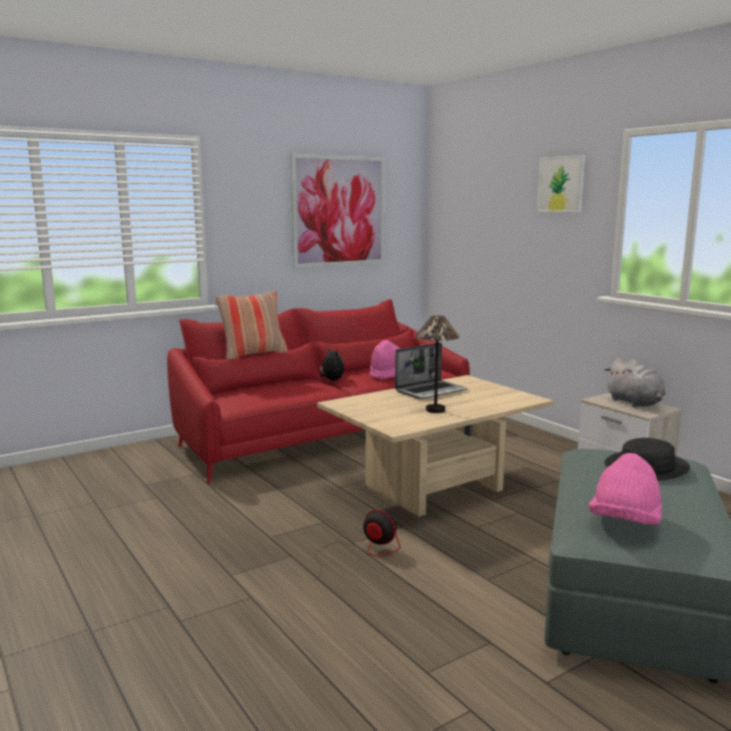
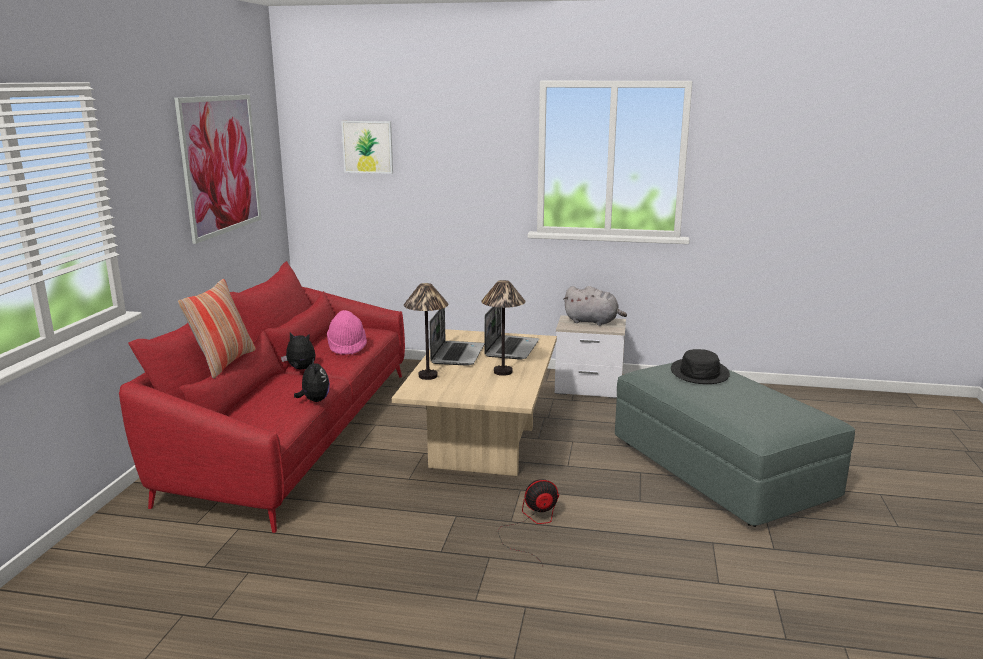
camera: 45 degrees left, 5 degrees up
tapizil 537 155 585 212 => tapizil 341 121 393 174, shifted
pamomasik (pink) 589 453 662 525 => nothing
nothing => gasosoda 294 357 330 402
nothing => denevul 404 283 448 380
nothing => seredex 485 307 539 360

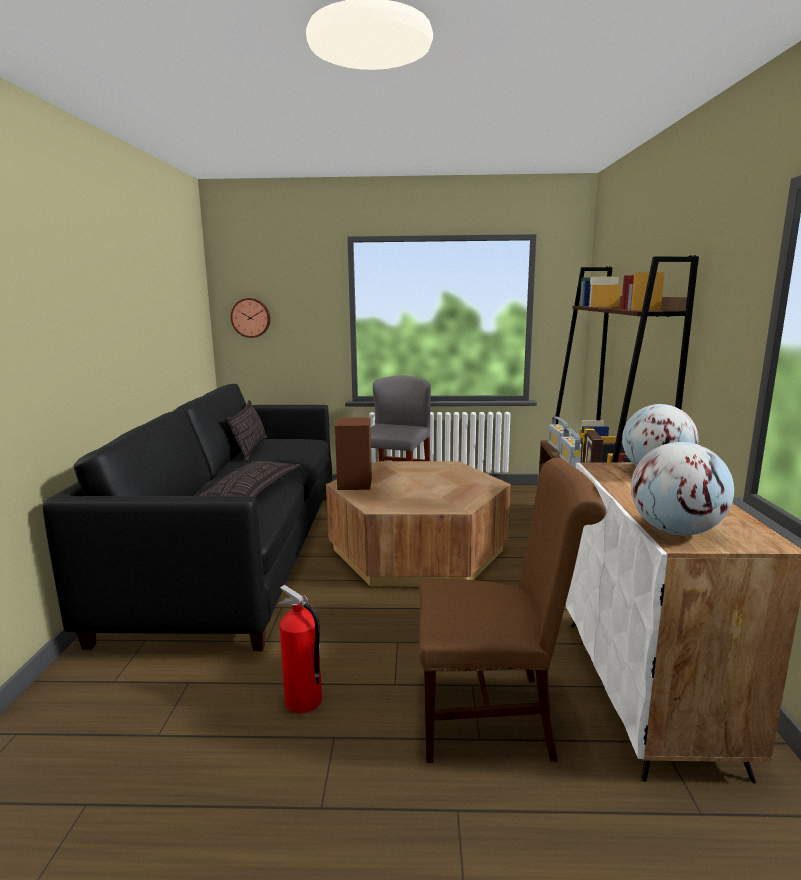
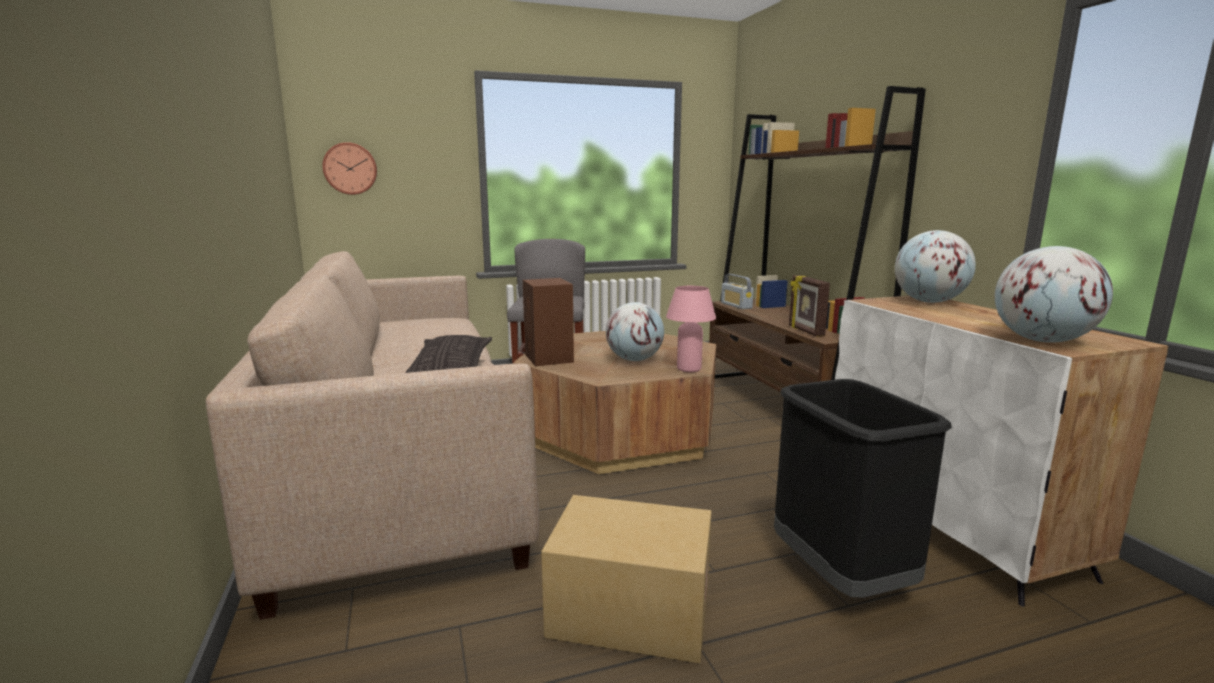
camera: 20 degrees left, 0 degrees up
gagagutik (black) 43 384 332 651 => gagagutik (beige) 206 251 539 620
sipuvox 226 400 267 462 => nothing
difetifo 279 585 322 713 => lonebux 541 495 712 663
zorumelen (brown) 419 458 606 763 => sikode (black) 774 379 952 598
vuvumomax 559 428 582 467 => nothing
nothing => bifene 606 302 664 361
nothing => denevul (pink) 666 286 716 372

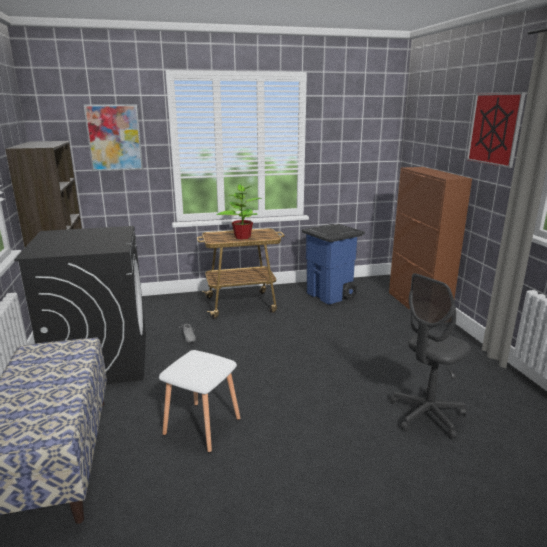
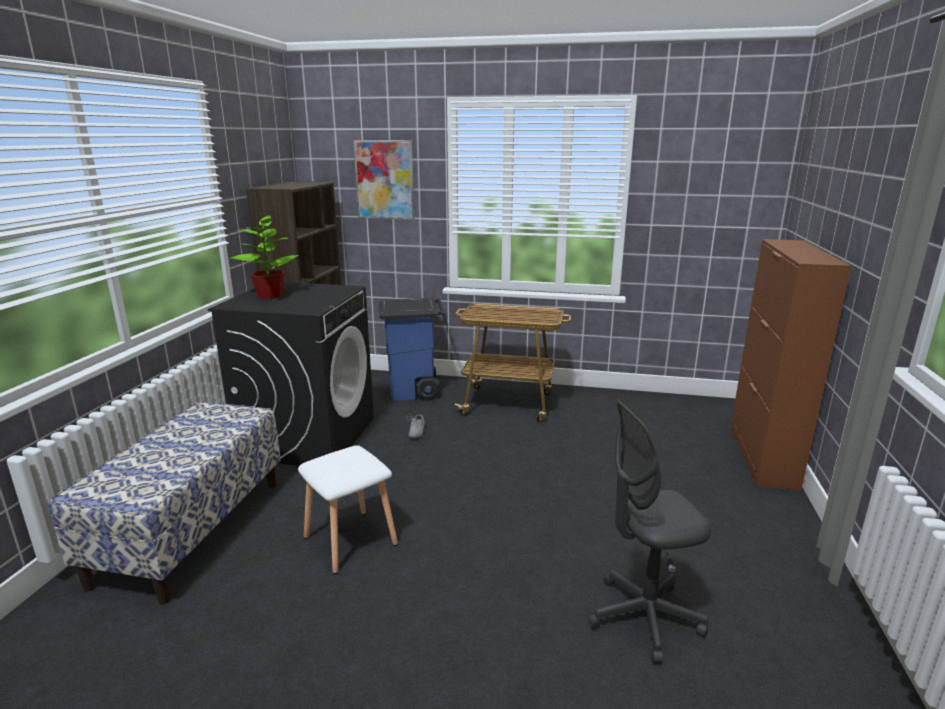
camera: 25 degrees right, 0 degrees up
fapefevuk 217 184 262 240 => fapefevuk 229 213 299 299, shifted
sikode (blue) 302 224 365 305 => sikode (blue) 379 298 445 401, shifted
tapizil 466 93 526 168 => nothing

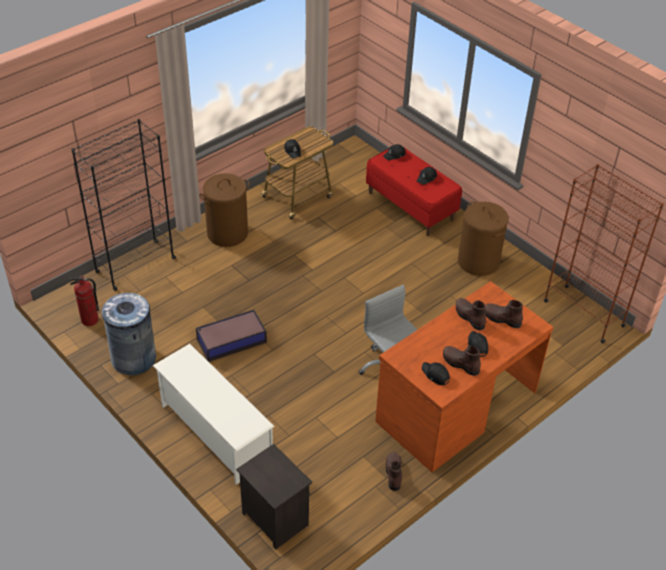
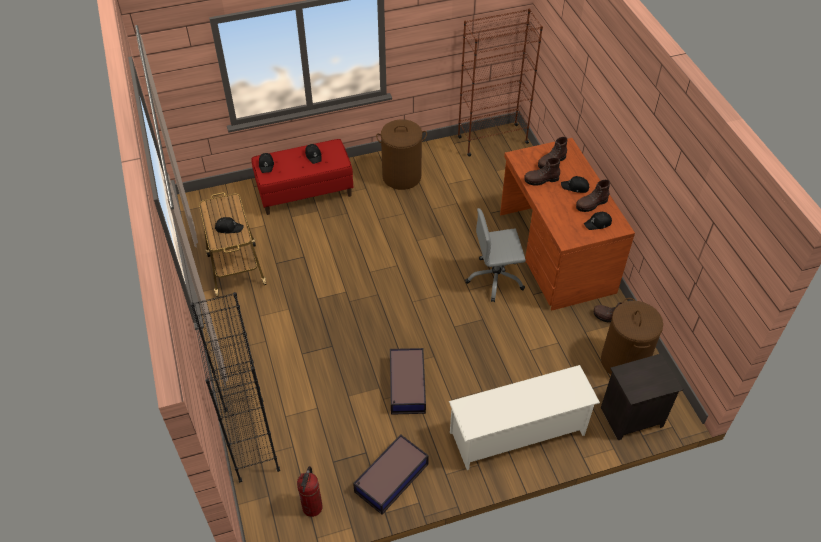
camera: 65 degrees left, 5 degrees up
sikode (grey) 102 293 156 375 => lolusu 353 434 429 514
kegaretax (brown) 199 173 250 247 => kegaretax (brown) 601 298 663 375, shifted

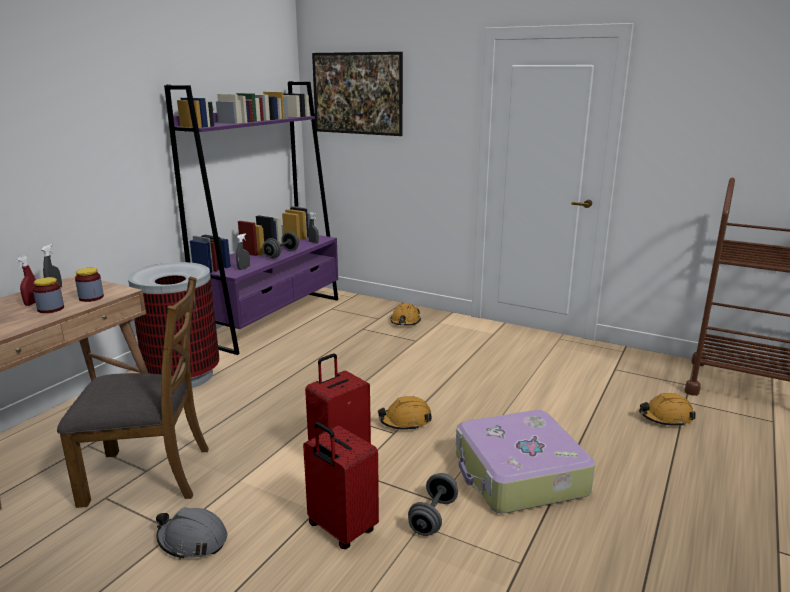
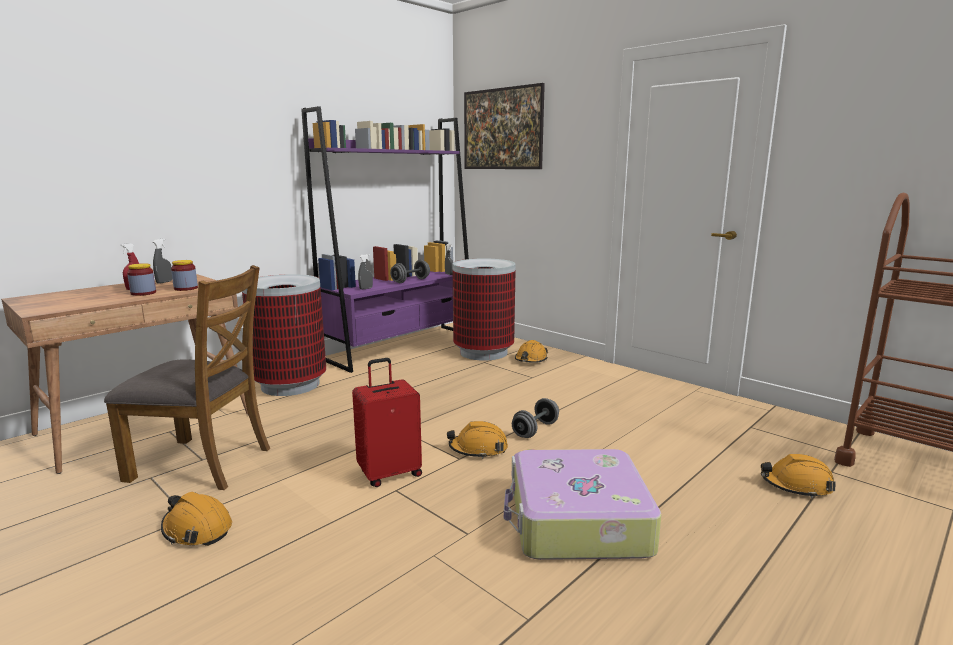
camera: 15 degrees right, 5 degrees down
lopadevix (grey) 156 507 227 560 => lopadevix (orange) 161 492 232 546
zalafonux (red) 303 422 379 549 => nothing
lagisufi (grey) 408 473 458 536 => lagisufi (grey) 512 398 559 438, shifted
nothing => sikode 453 258 516 361

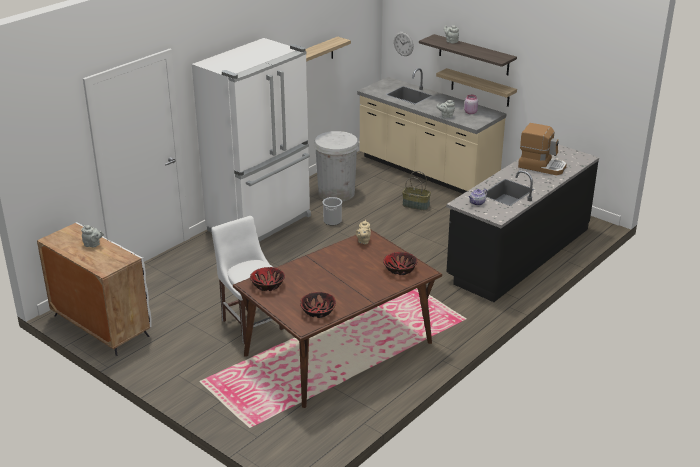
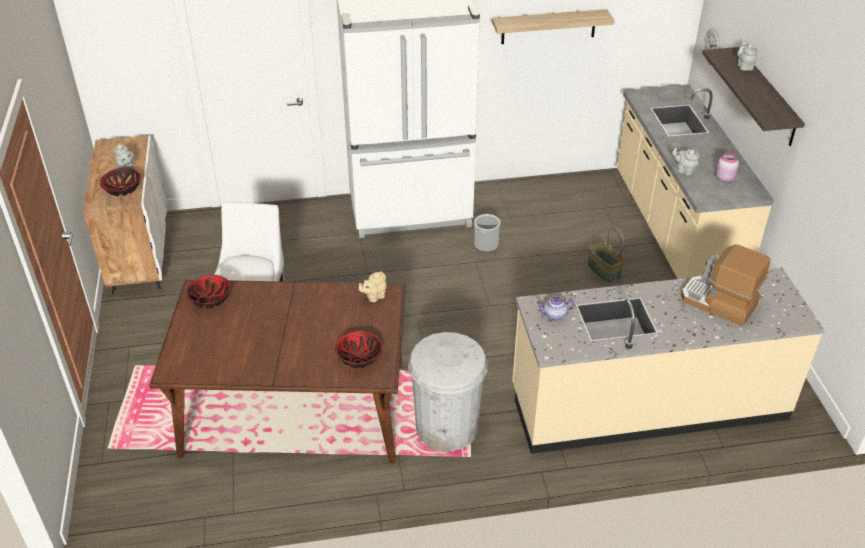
camera: 40 degrees right, 10 degrees up
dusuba 300 292 336 318 => dusuba 100 168 141 196, shifted
sikode (white) 314 131 359 202 => sikode (white) 408 332 488 451, shifted
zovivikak 436 68 517 107 => nothing
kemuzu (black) 446 144 599 302 => kemuzu (beige) 512 267 825 454
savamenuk 518 123 567 175 => savamenuk 681 244 770 326, 150 degrees clockwise

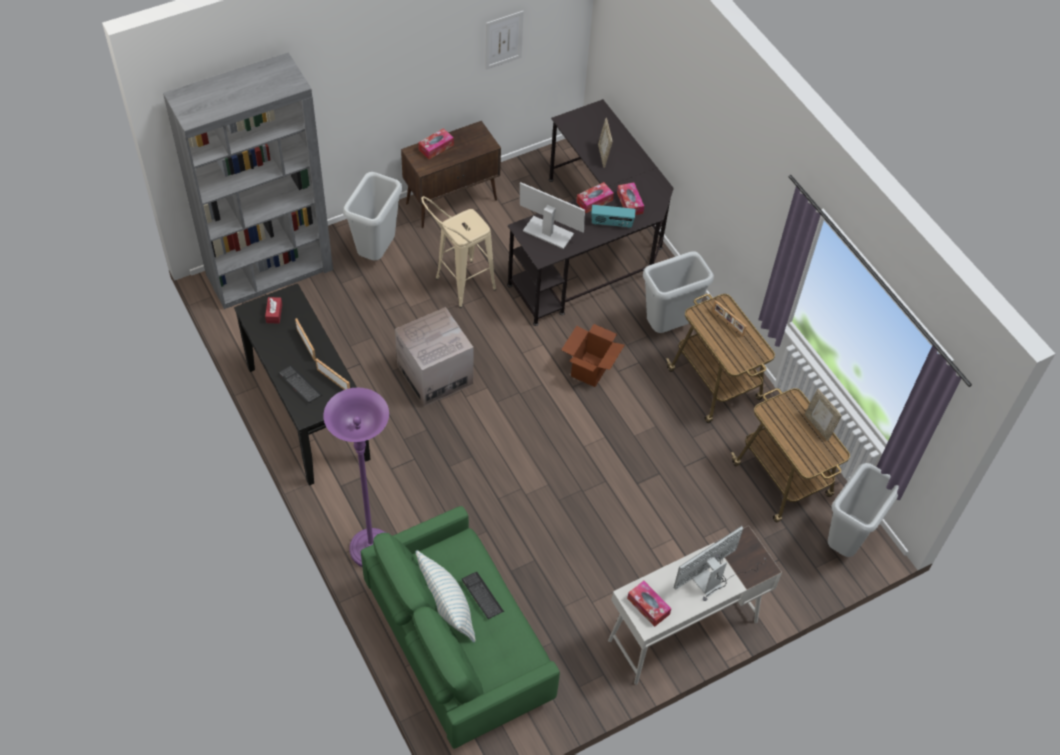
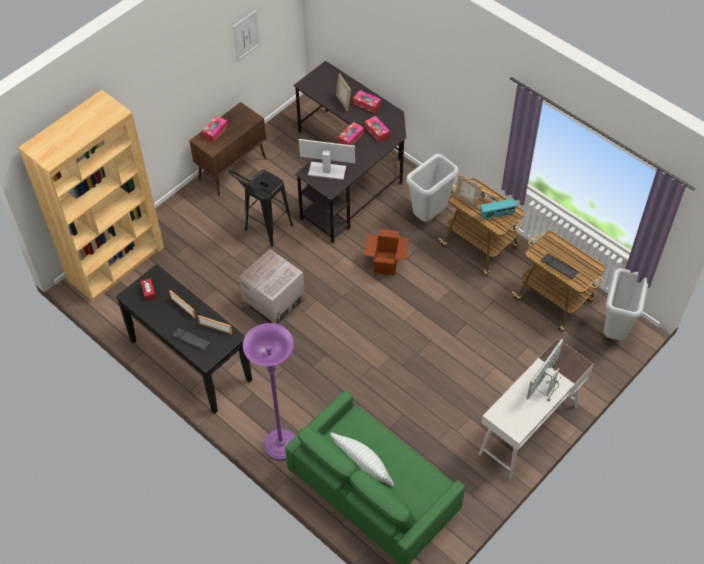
camera: 15 degrees left, 0 degrees up
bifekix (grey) 163 52 333 309 => bifekix (brown) 18 90 164 302
sikode (grey) 343 172 402 261 => nothing
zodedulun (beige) 421 196 496 308 => zodedulun (black) 229 170 293 247
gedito 462 572 504 619 => gedito 541 254 578 279, shifted
vuvumomax 591 205 636 228 => vuvumomax 480 199 516 219, shifted
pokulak 627 581 672 627 => pokulak 353 90 381 113, shifted
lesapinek 805 389 842 441 => lesapinek 455 173 482 208, shifted

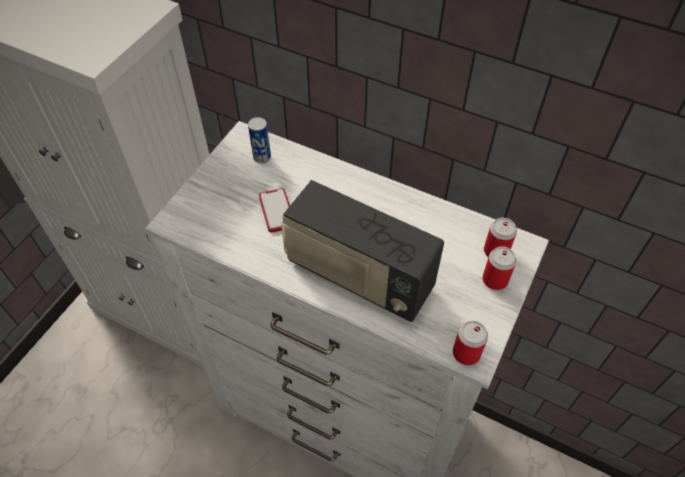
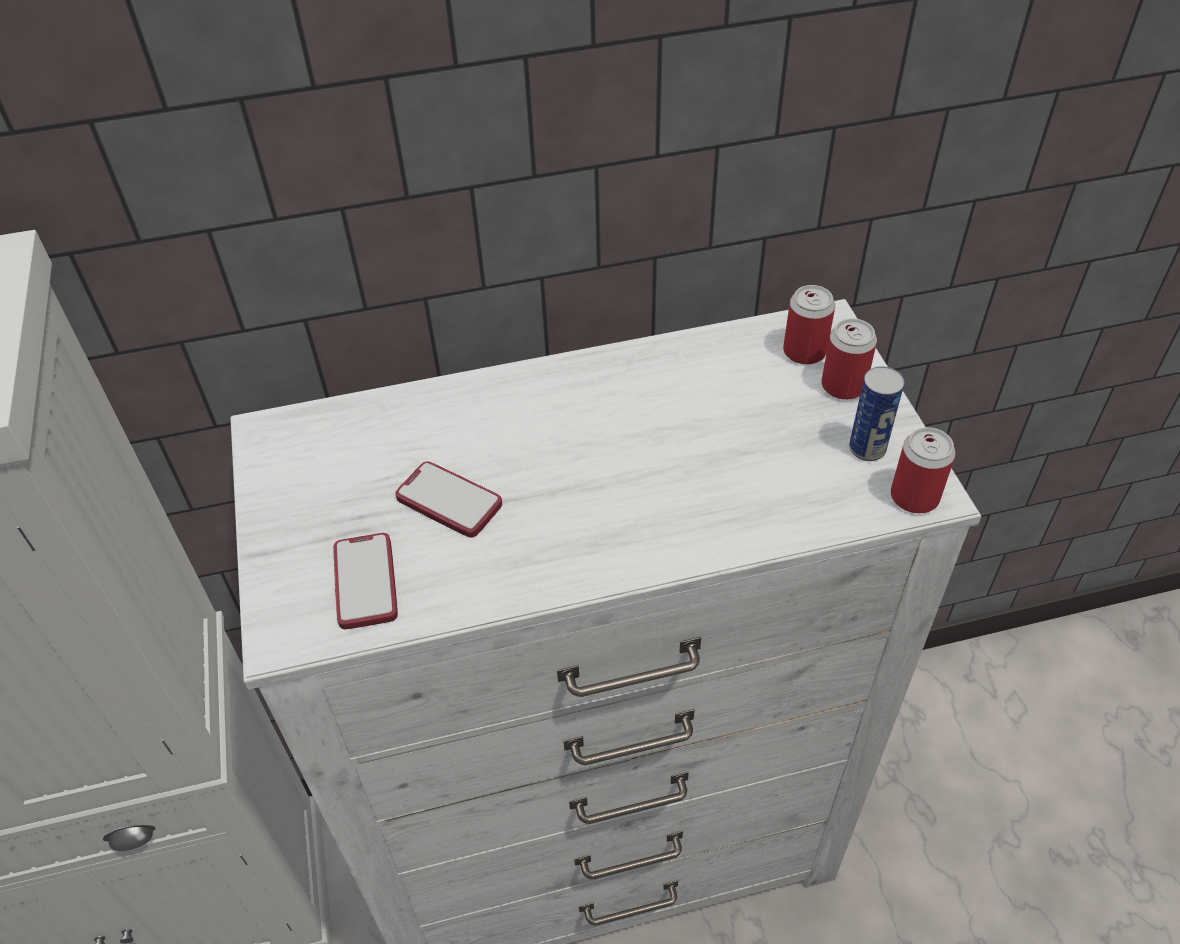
camera: 40 degrees left, 5 degrees down
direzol 248 117 271 163 => direzol 849 366 904 461, shifted
vuvumomax 281 180 444 322 => nothing
nothing => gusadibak 333 533 398 629

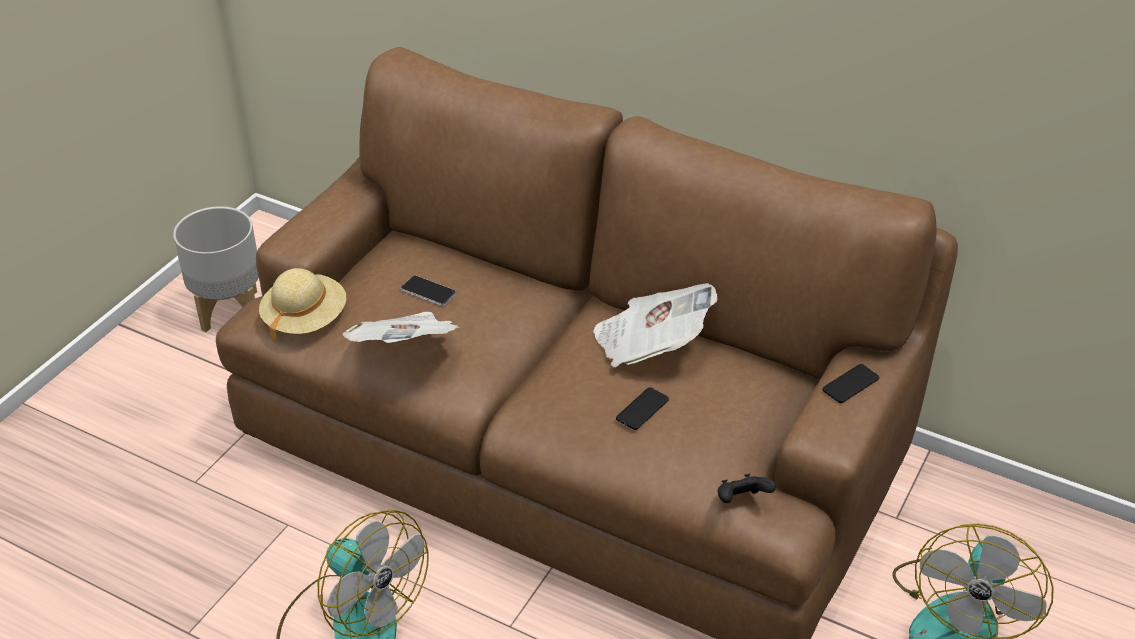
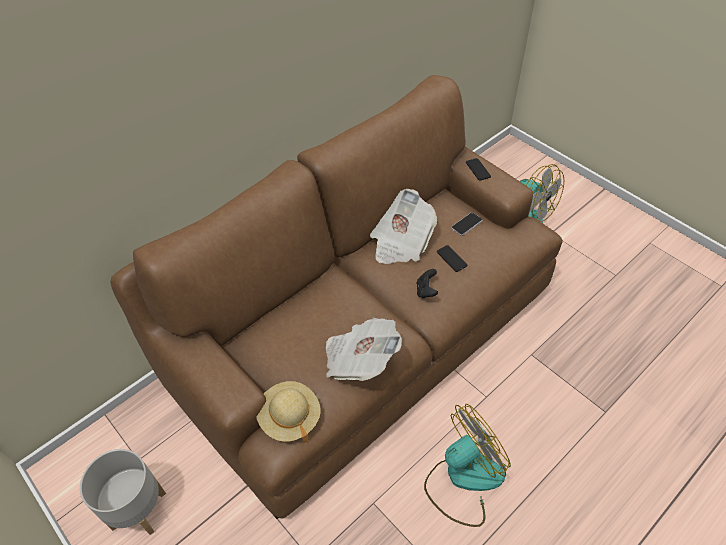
camera: 70 degrees left, 10 degrees up
gusadibak 401 275 456 306 => gusadibak 451 212 483 236, shifted
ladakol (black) 718 473 776 503 => ladakol (black) 417 269 438 299, shifted

